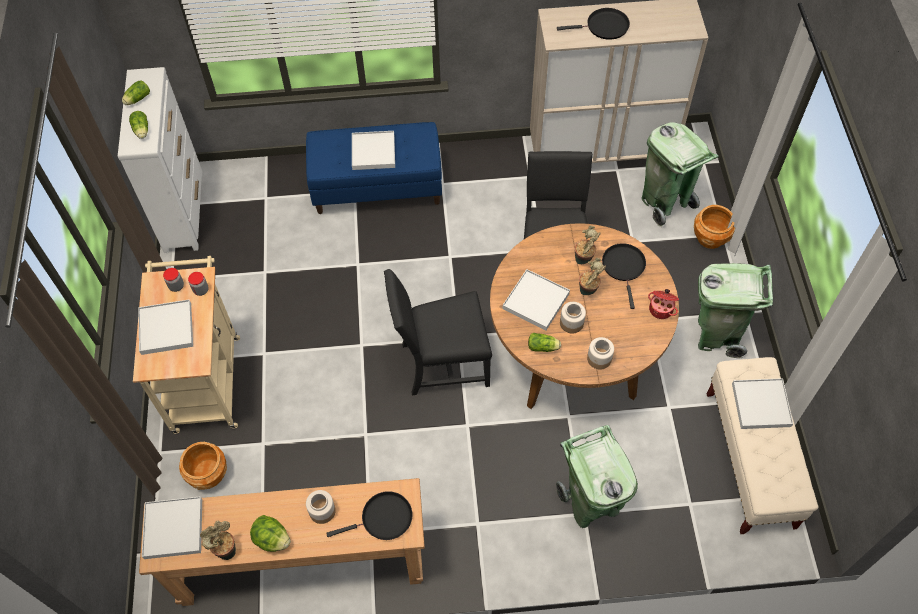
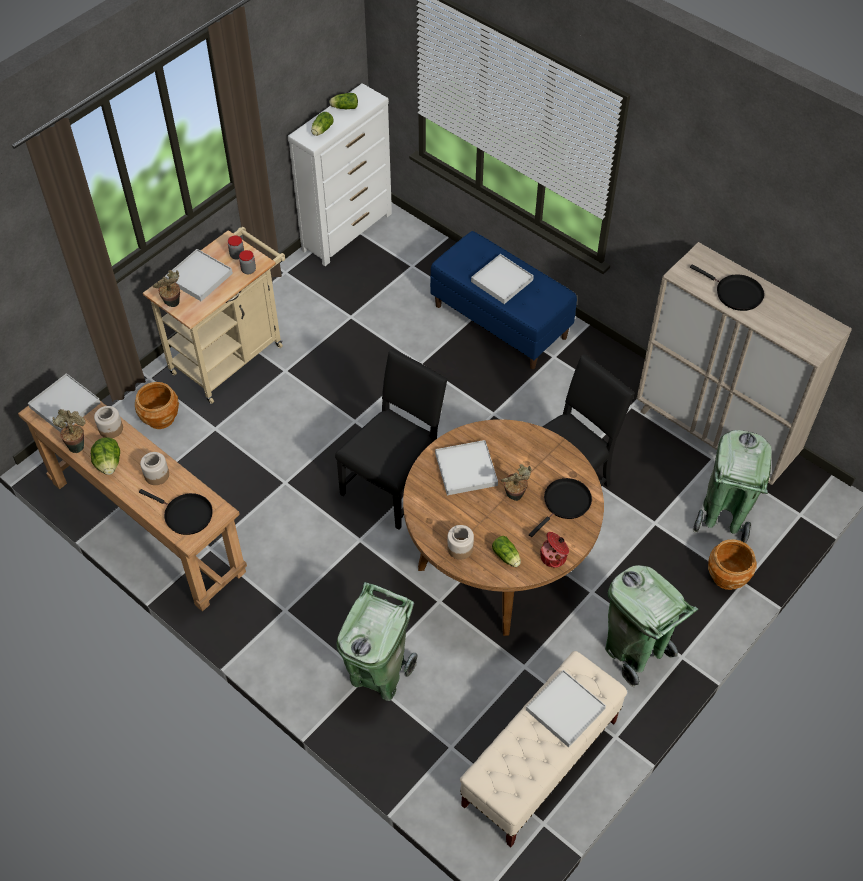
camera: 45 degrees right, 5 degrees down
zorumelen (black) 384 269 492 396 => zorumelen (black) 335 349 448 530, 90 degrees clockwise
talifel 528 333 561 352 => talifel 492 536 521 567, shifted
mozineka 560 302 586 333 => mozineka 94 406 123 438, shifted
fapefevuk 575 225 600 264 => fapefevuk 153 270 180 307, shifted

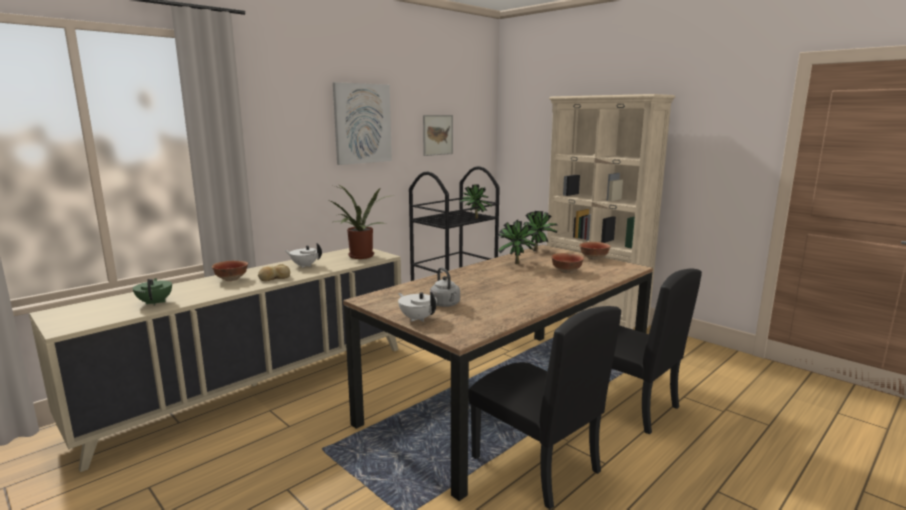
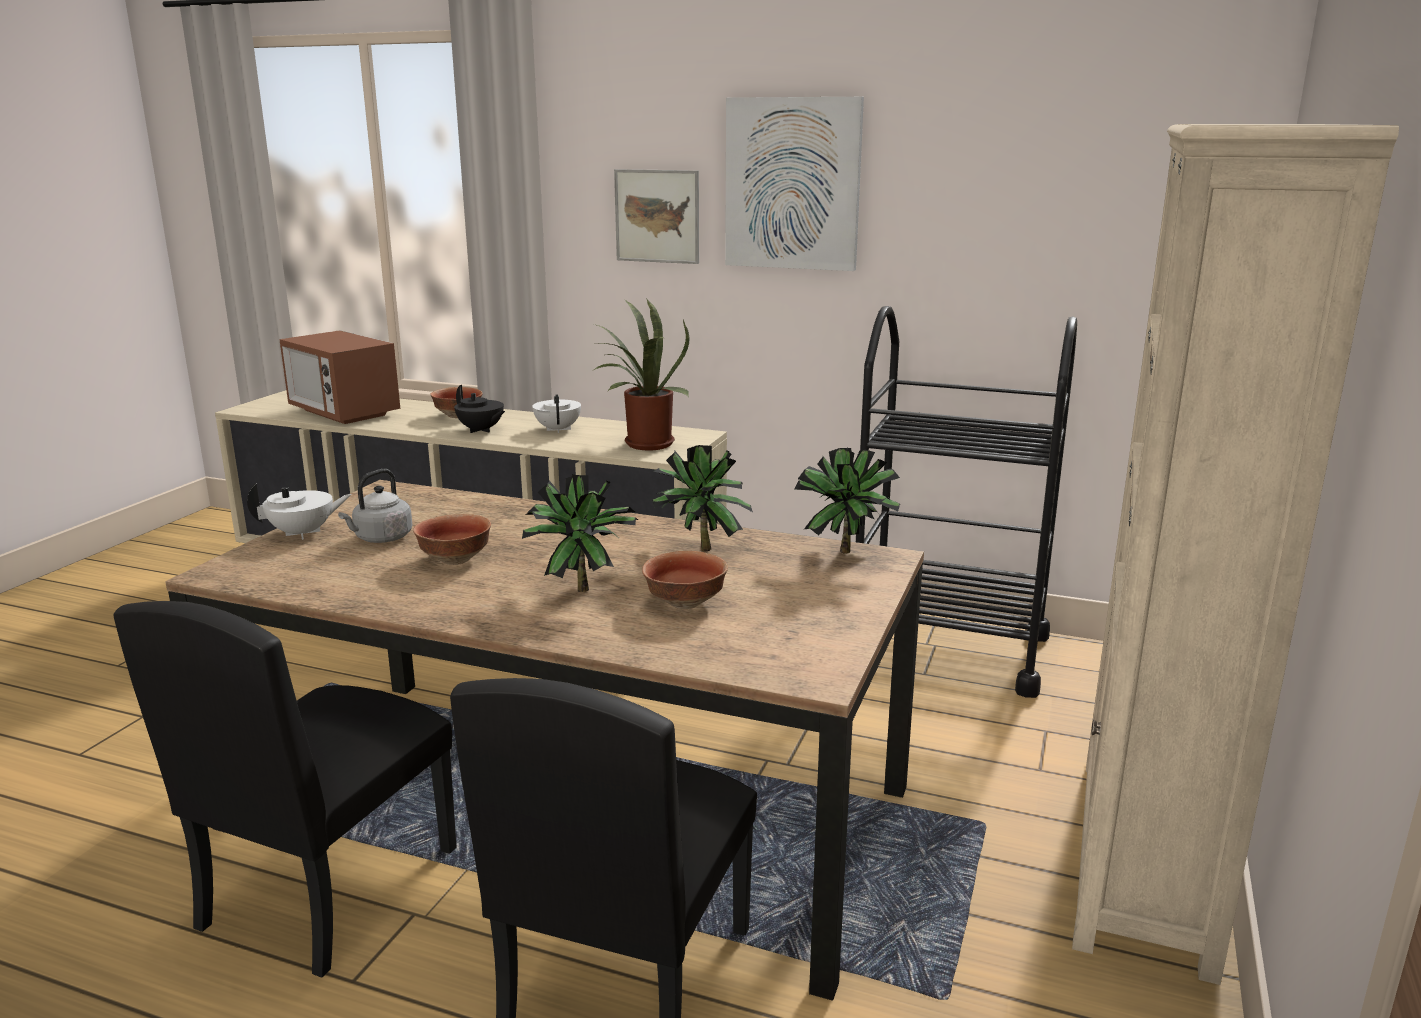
camera: 65 degrees right, 5 degrees up
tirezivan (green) 133 278 172 306 => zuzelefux 279 330 400 424
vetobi 258 264 290 281 => tirezivan (black) 454 385 505 433
tirezivan (white) 398 292 437 322 => tirezivan (white) 247 483 352 540, 45 degrees clockwise
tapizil 423 115 453 156 => tapizil 614 169 699 264, shifted
fapefevuk 459 184 492 219 => fapefevuk 522 474 638 592, shifted
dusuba 579 242 611 260 => dusuba 413 514 491 565, shifted

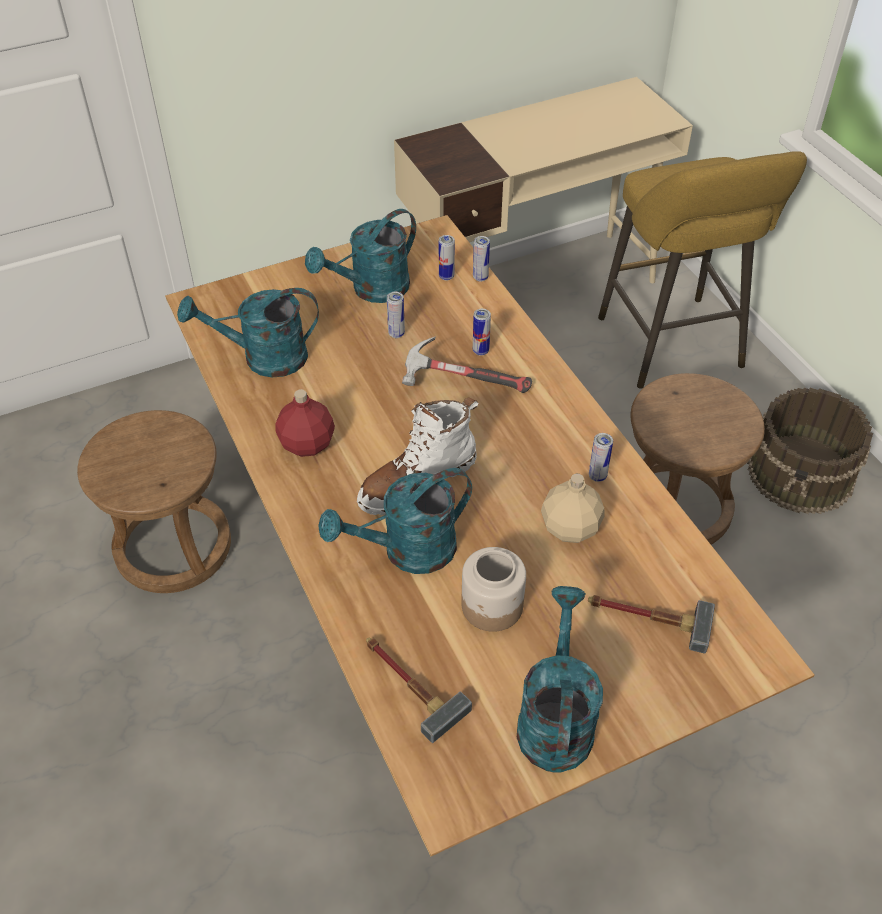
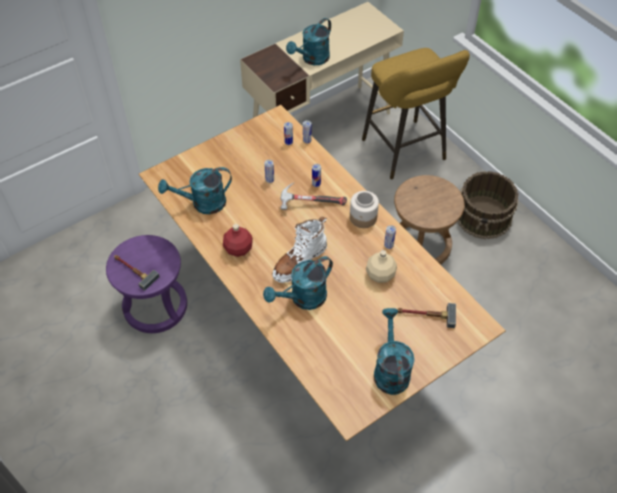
camera: 10 degrees left, 5 degrees up
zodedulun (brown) 77 410 231 593 => zodedulun (purple) 106 235 187 333
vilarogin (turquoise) 305 209 416 303 => vilarogin (turquoise) 286 18 331 65, shifted
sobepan 366 637 472 743 => sobepan 114 255 160 291, shifted
mozineka 461 547 526 632 => mozineka 350 191 379 228, shifted

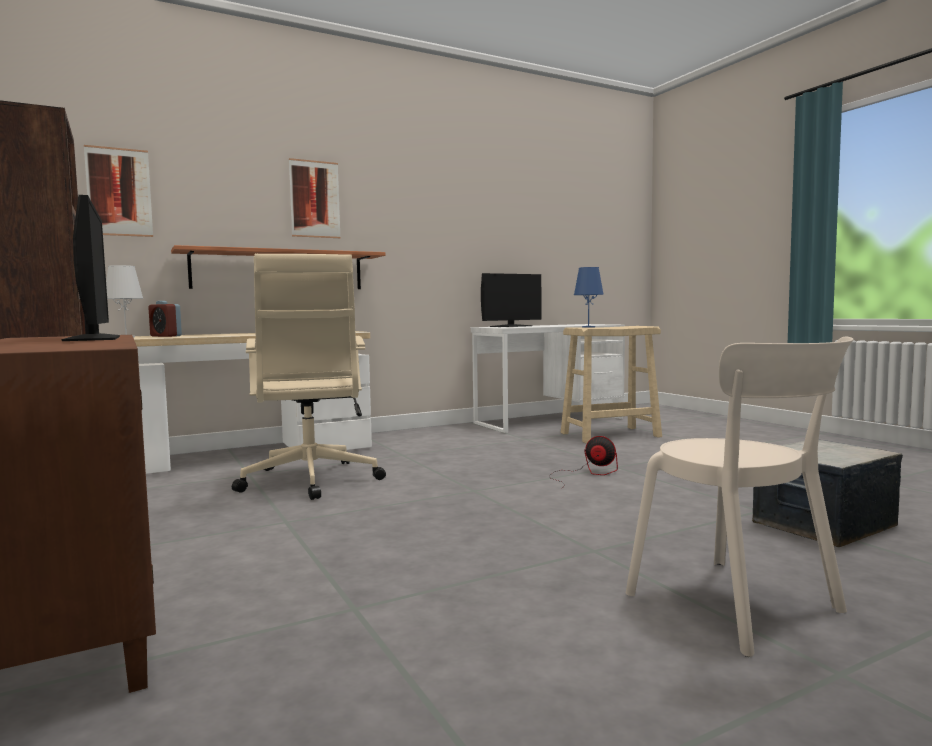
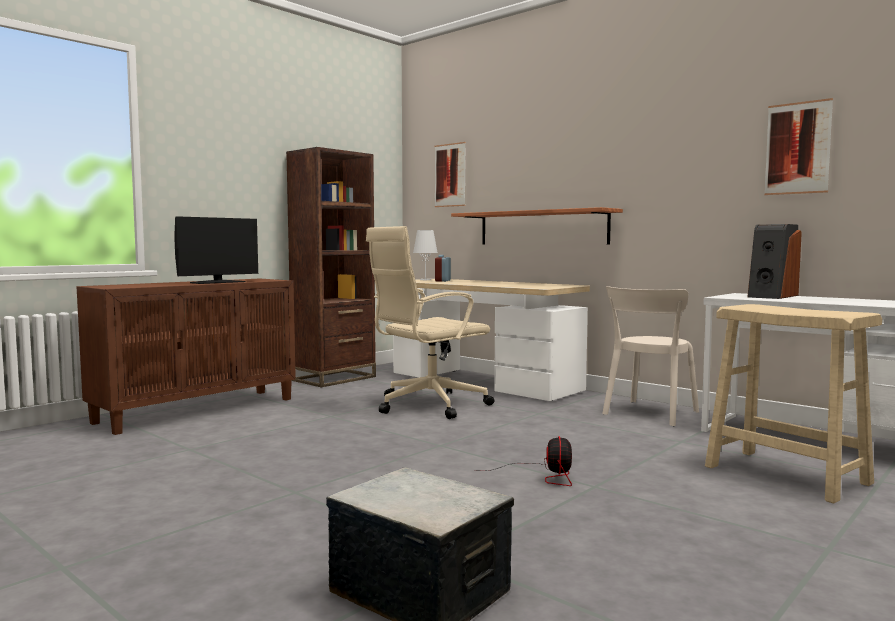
camera: 70 degrees right, 0 degrees up
tapizil 289 158 341 238 => tapizil 764 98 833 195, shifted
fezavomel 481 273 541 327 => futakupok 747 224 802 299
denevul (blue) 574 267 604 328 => nothing
zorumelen (beige) 626 336 854 657 => zorumelen (beige) 602 286 699 426, shifted

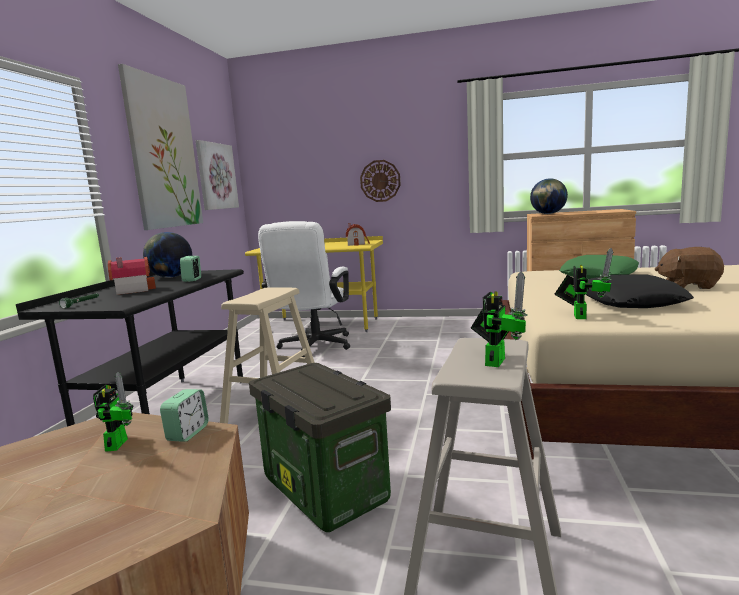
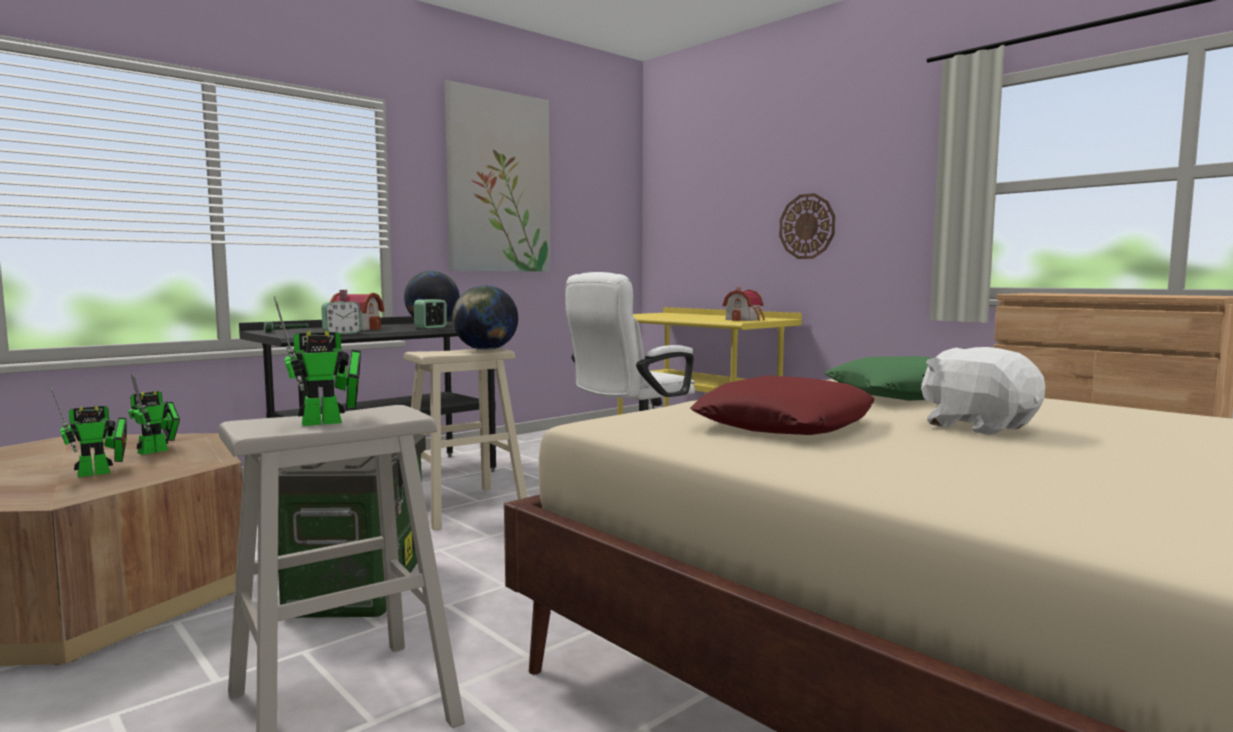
camera: 35 degrees right, 5 degrees down
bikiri 160 389 209 441 => bikiri 321 301 361 334, shifted
tapizil 195 140 239 210 => nothing
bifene 530 178 568 214 => bifene 452 285 518 350, shifted
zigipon 555 248 613 319 => zigipon 50 386 127 477, shifted
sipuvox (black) 586 275 694 308 => sipuvox (red) 690 375 875 435
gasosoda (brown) 655 247 724 289 => gasosoda (white) 921 347 1045 435

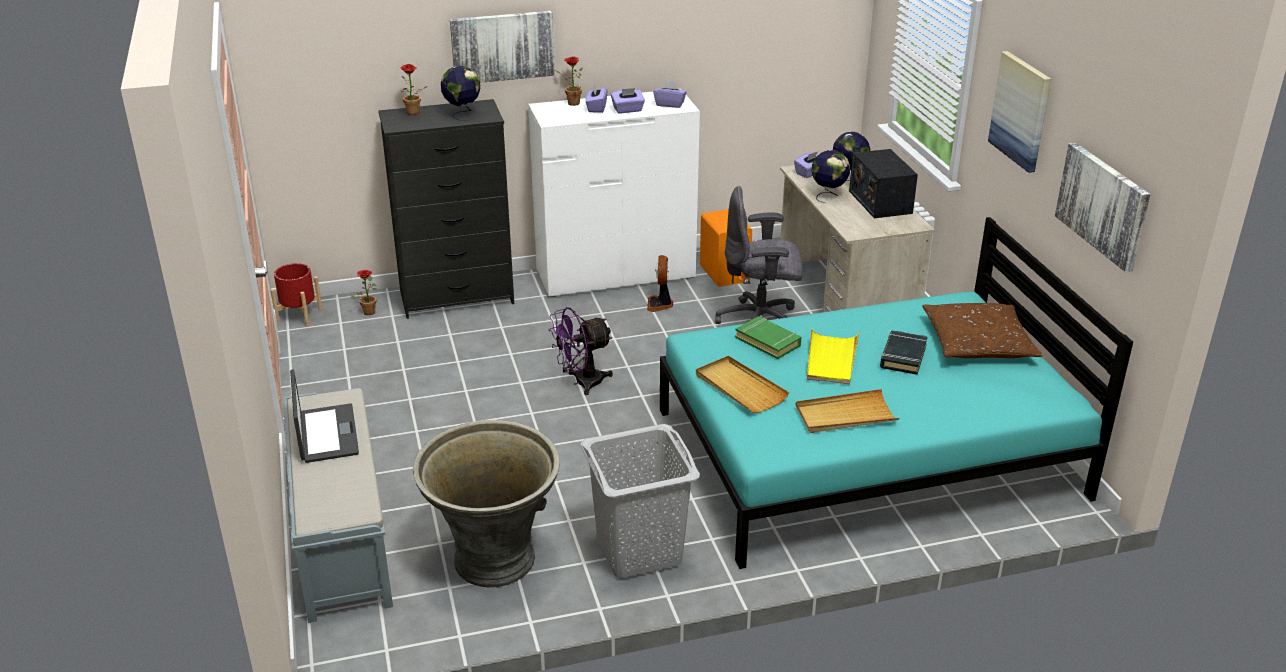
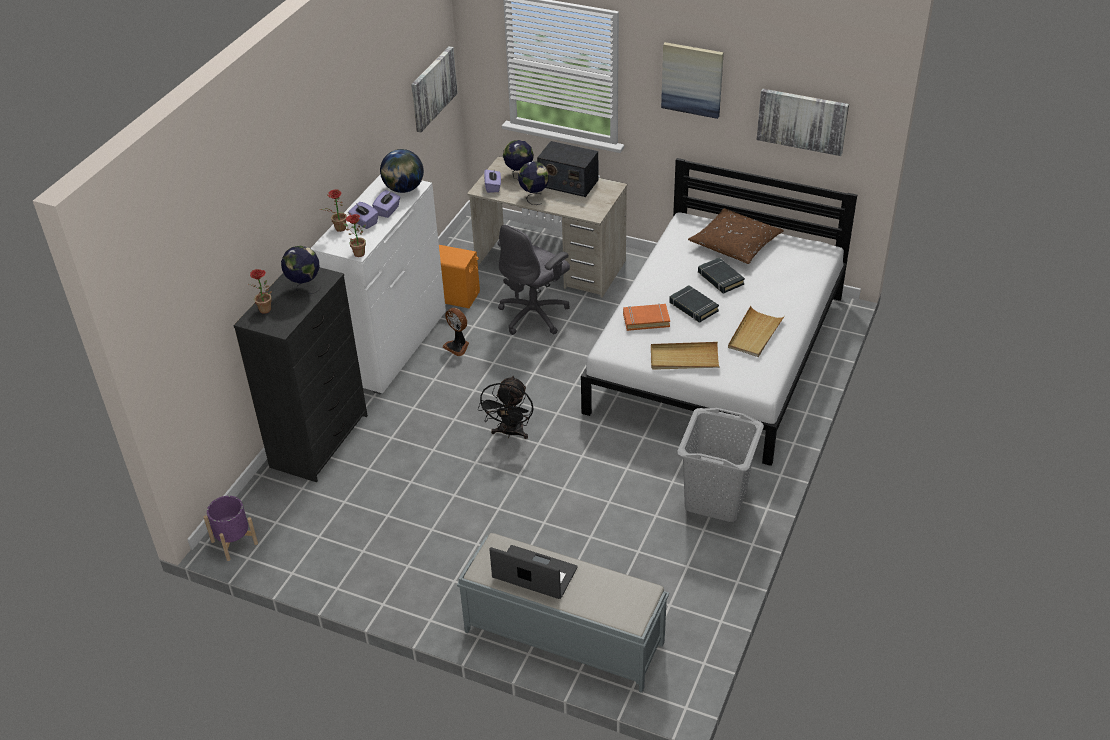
camera: 50 degrees left, 10 degrees up
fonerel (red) 270 263 323 326 => fonerel (purple) 204 496 258 561
fapefevuk 350 270 377 315 => fapefevuk 343 214 366 257, shifted
fonerel (grey) 413 420 560 587 => nothing
tapizil 450 11 555 83 => tapizil 411 46 458 132, shifted
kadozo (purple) 549 307 613 395 => kadozo (black) 478 375 533 439
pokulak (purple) 653 80 687 108 => bifene 380 149 424 193
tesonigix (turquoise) 660 217 1133 569 => tesonigix (white) 581 158 857 466
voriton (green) 735 316 801 359 => voriton (orange) 623 304 670 331
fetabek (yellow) 807 329 859 385 => voriton (black) 669 285 719 323

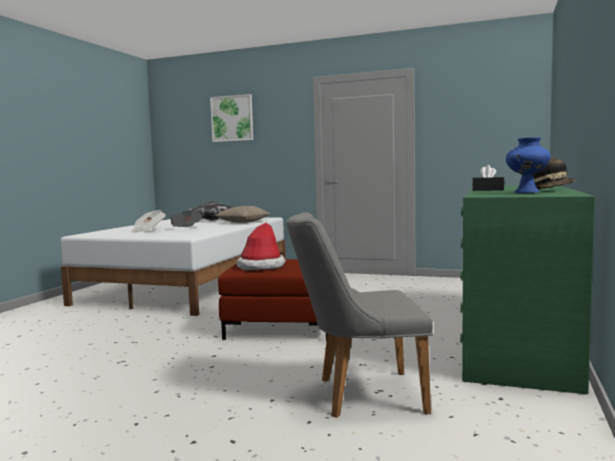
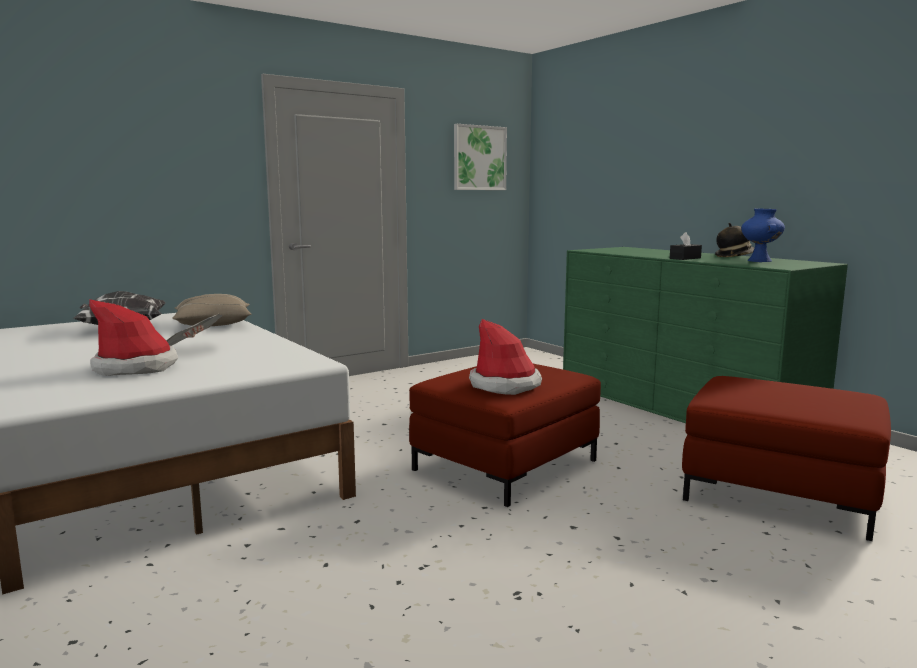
camera: 55 degrees left, 5 degrees up
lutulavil 131 210 166 233 => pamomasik 89 299 178 376
tapizil 210 94 253 142 => tapizil 454 124 507 190, shifted
zorumelen (grey) 286 212 433 418 => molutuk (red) 682 376 891 541

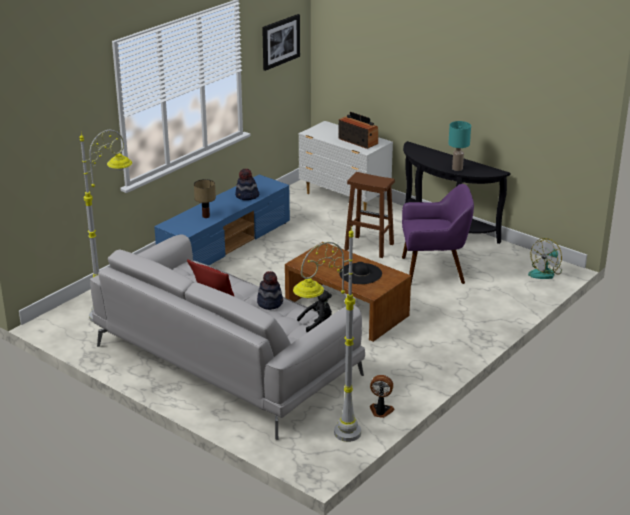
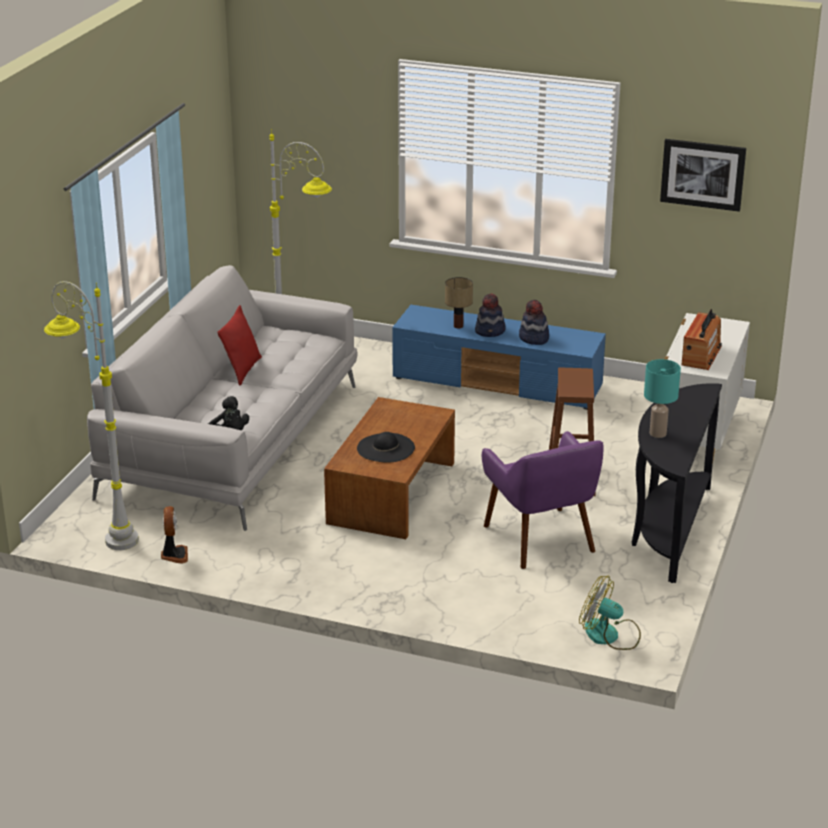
camera: 70 degrees right, 0 degrees up
pamomasik 257 271 283 310 => pamomasik 475 293 506 337, shifted

